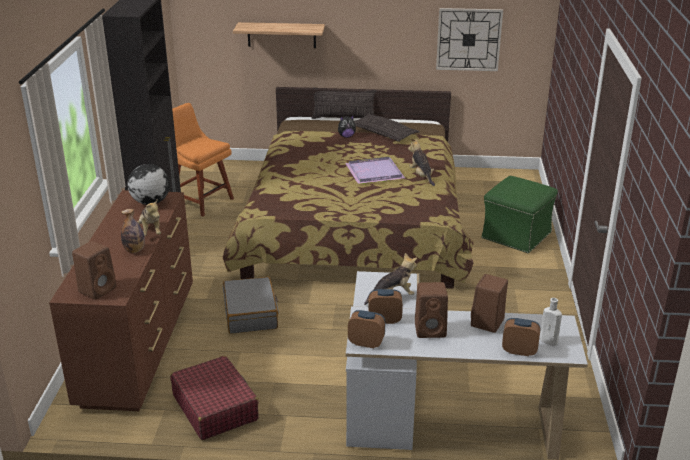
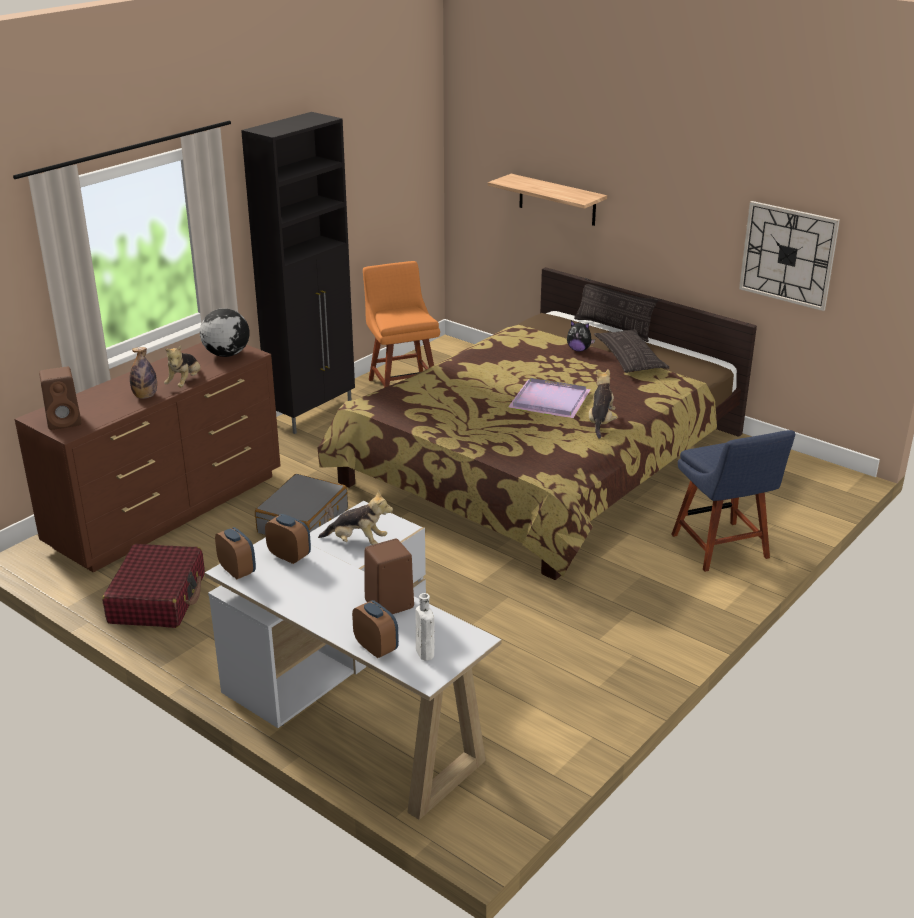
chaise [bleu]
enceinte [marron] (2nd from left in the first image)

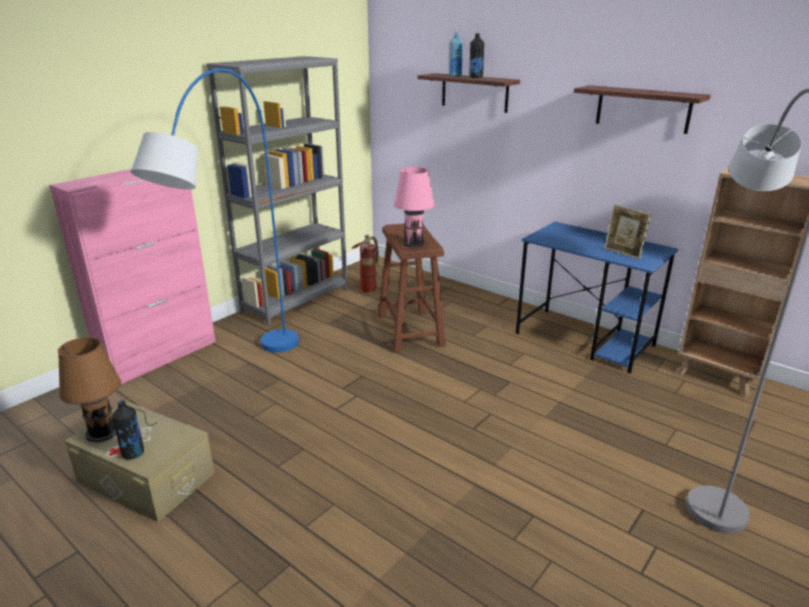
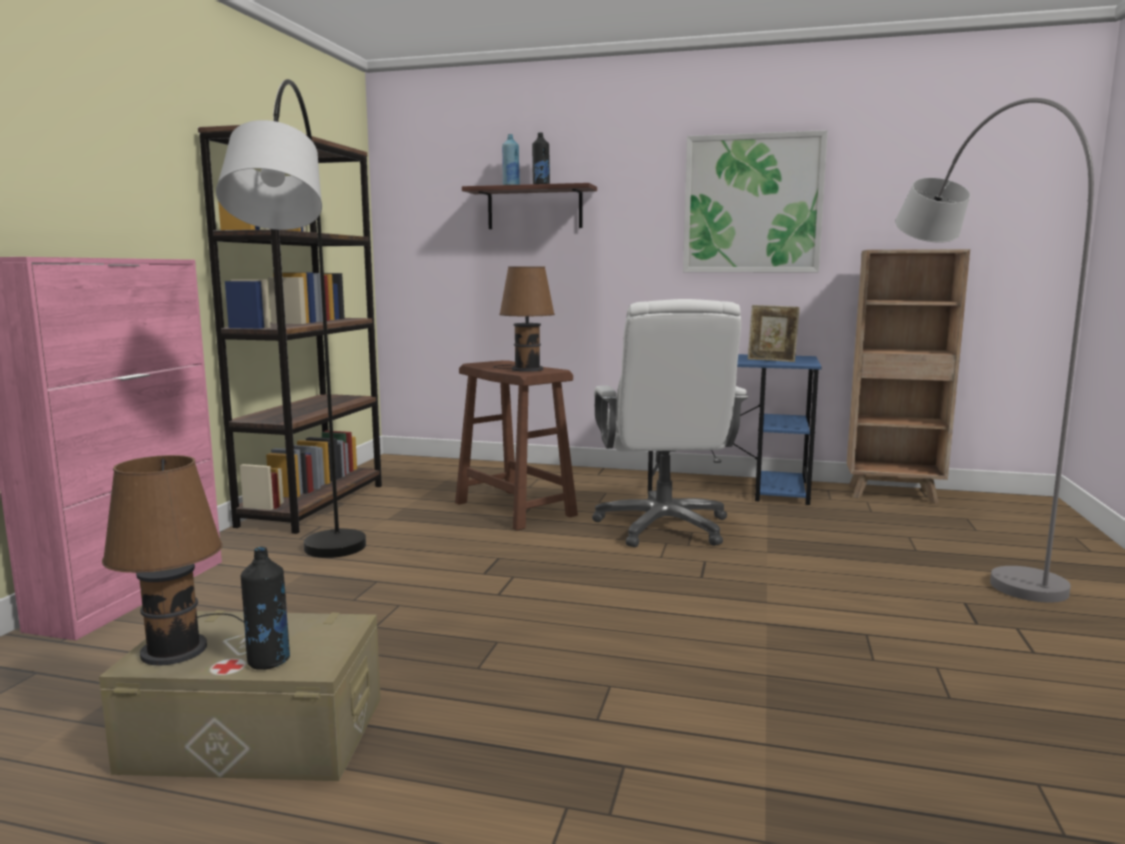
bibliothèque [marron] (1st from left)
lampadaire [gris] (1st from left)
tableau
lampe de table [marron] (2nd from left)
extincteur
chaise de bureau [blanc]

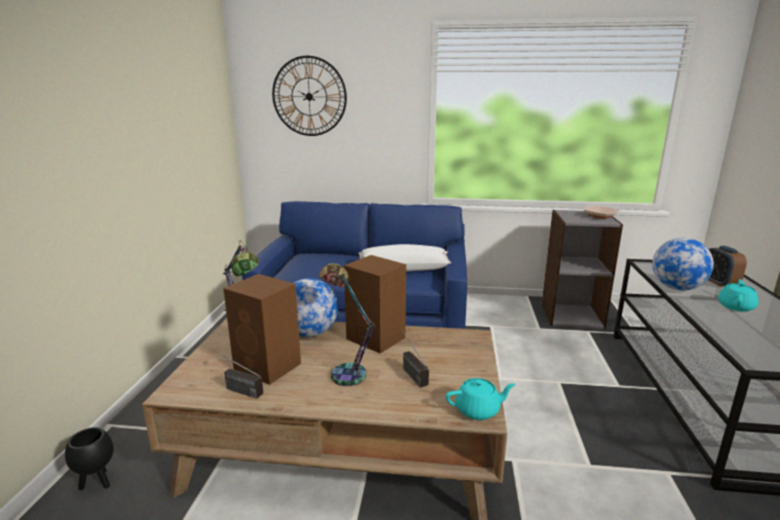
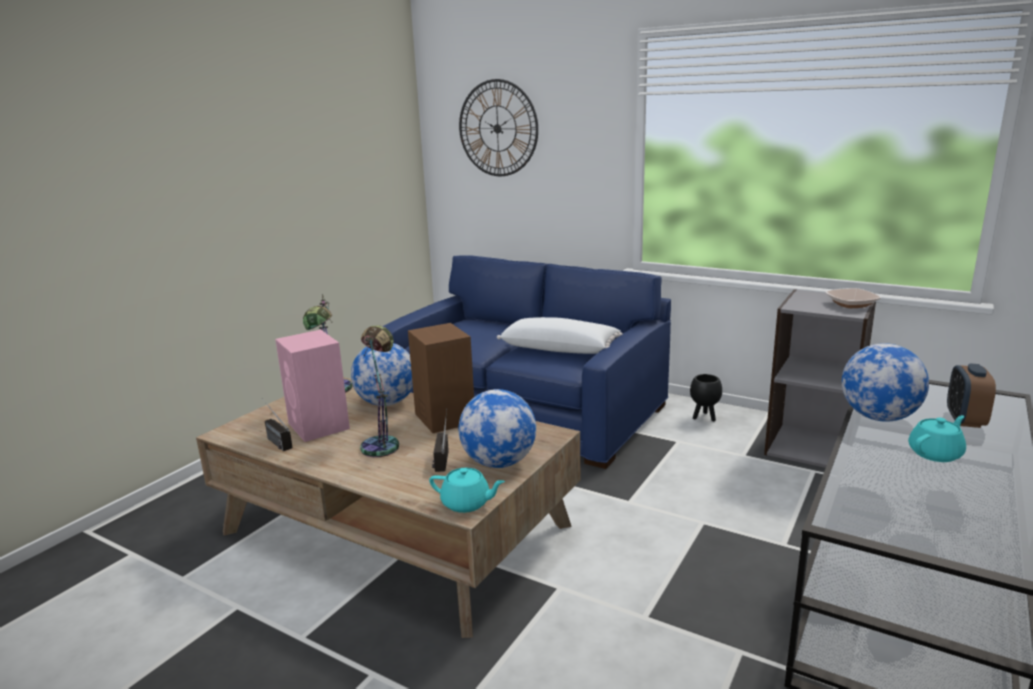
enceinte [rose]
cache-pot [noir]
globe (2nd from left)

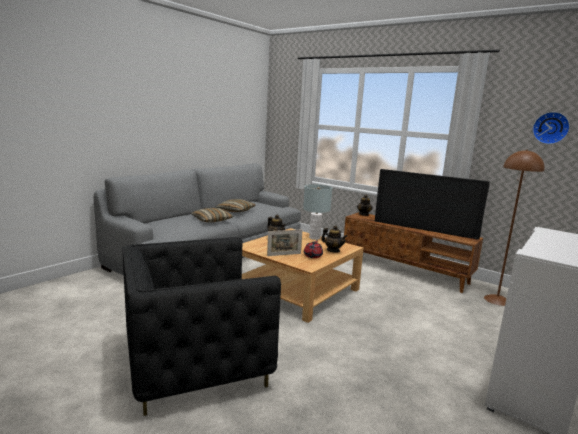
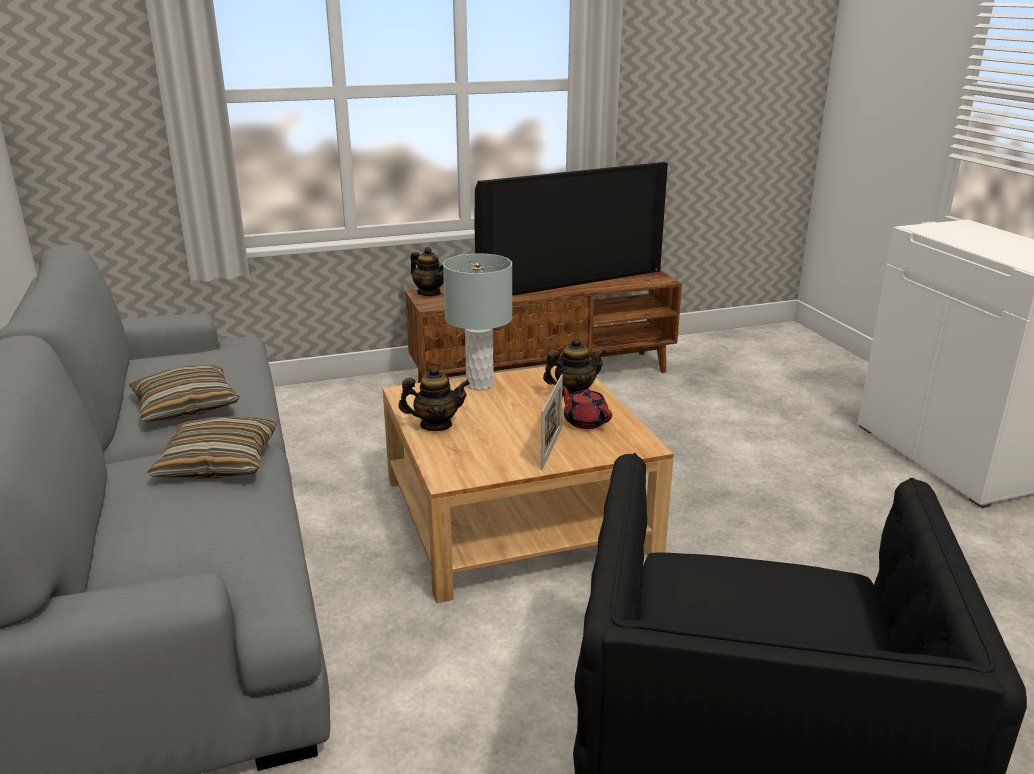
horloge murale
lampadaire [marron]

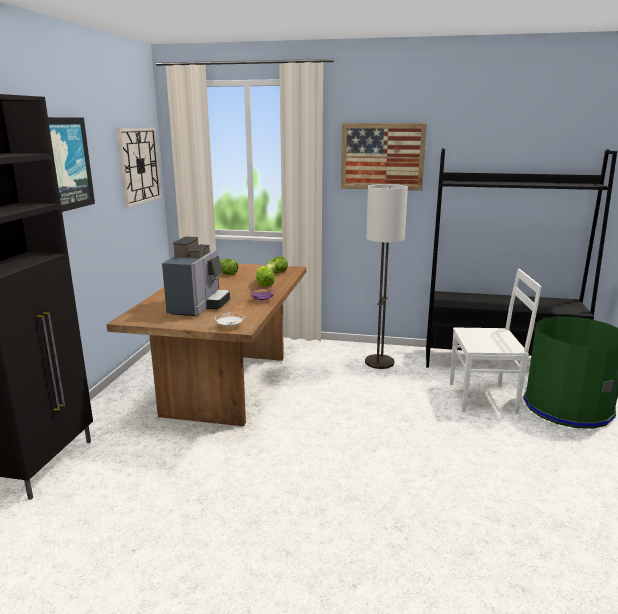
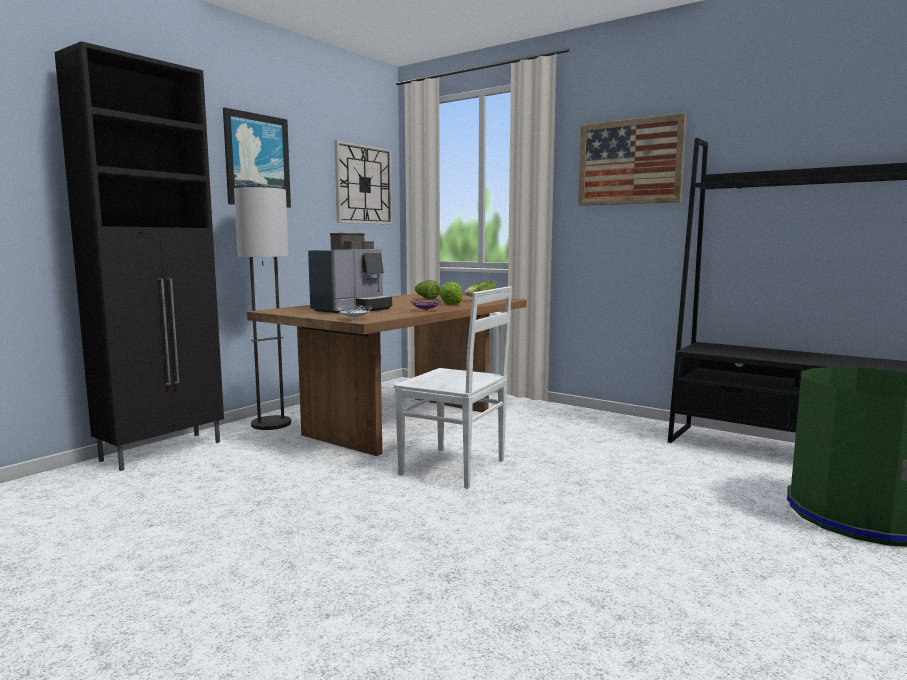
lampadaire
chaise [blanc]

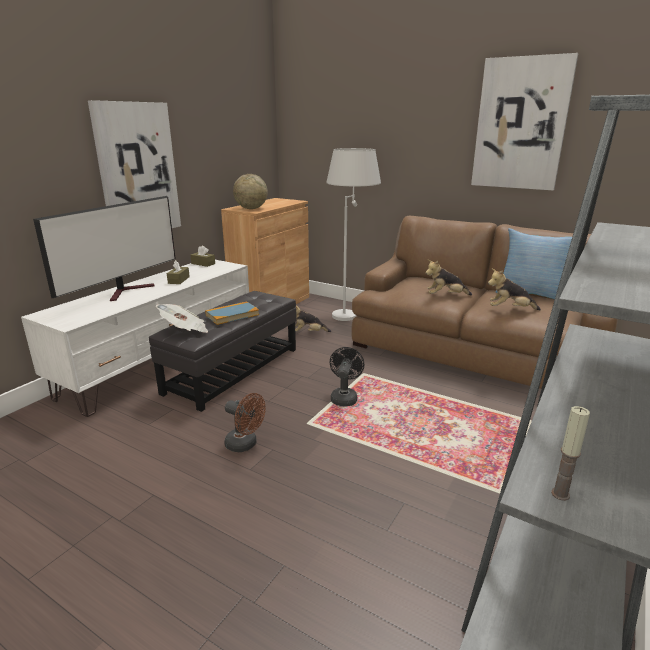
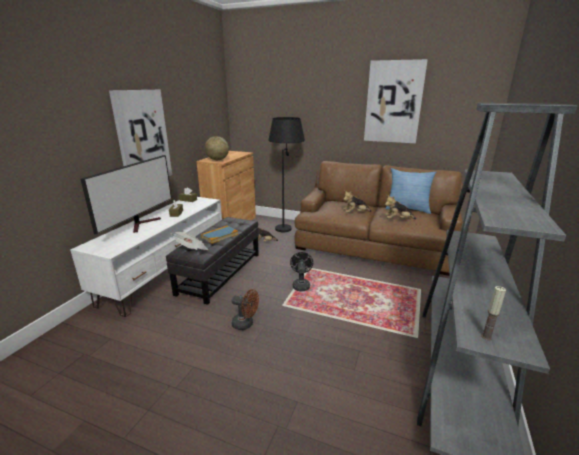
lampadaire [noir]

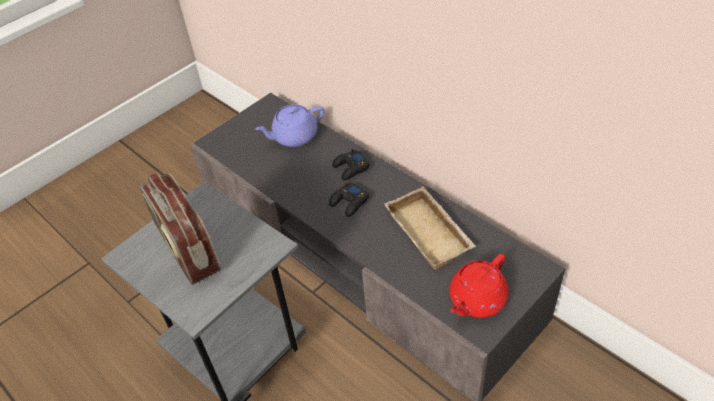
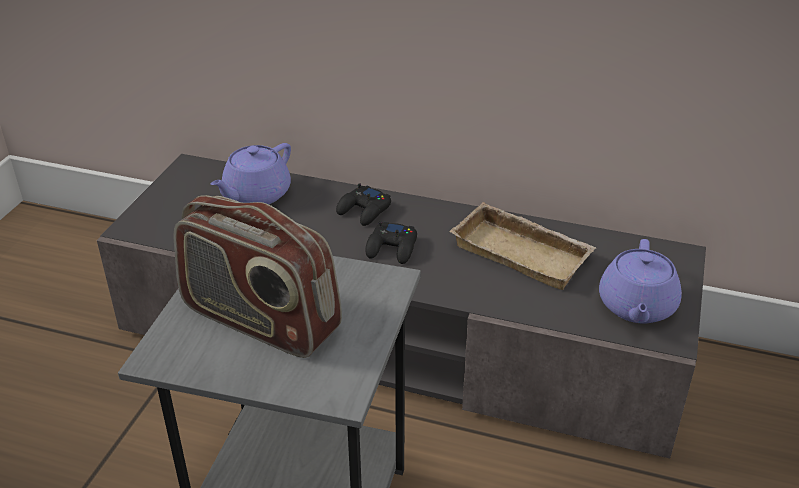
théière [violet] (2nd from left)

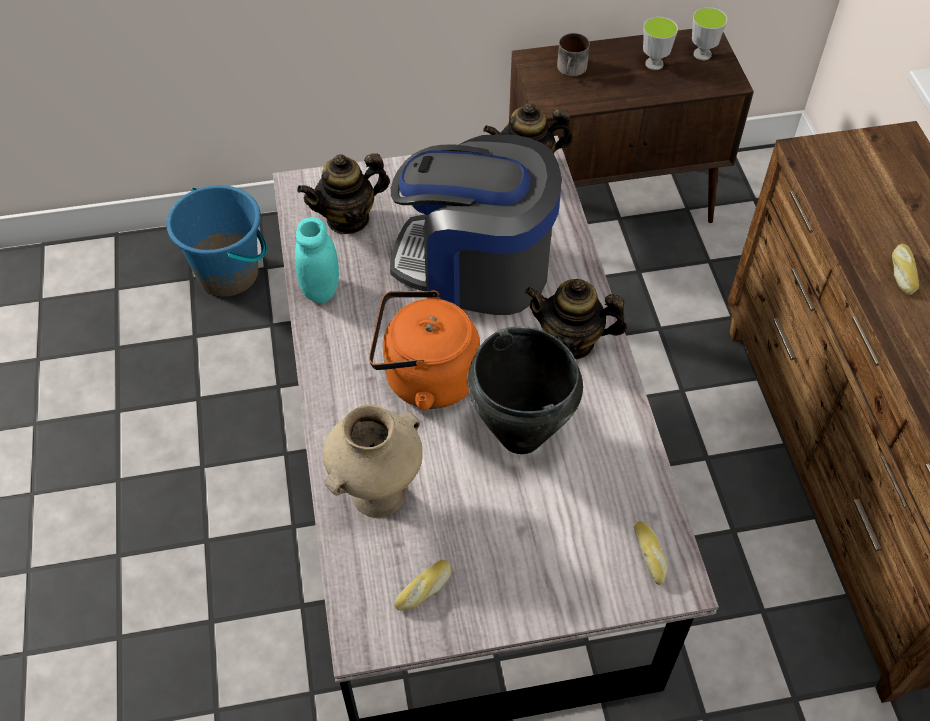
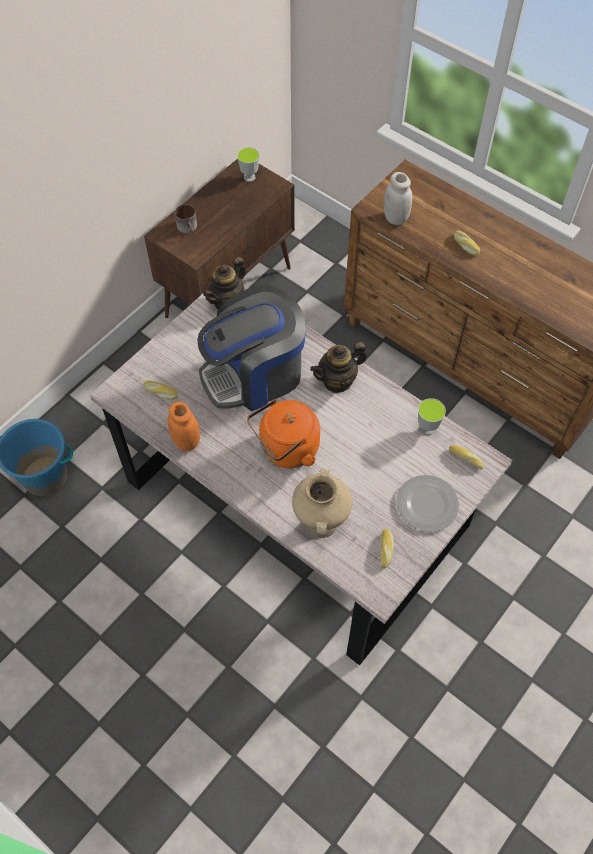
tasse (2nd from left)
pain (1st from left)
bocal [orange]
marmite [noir]
bocal [blanc]
assiette

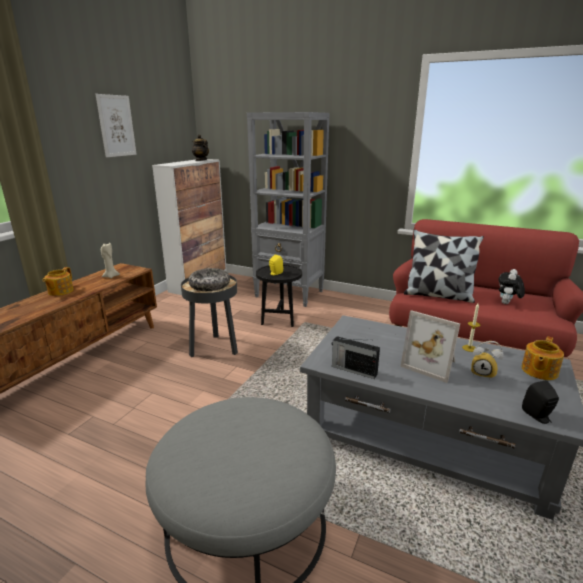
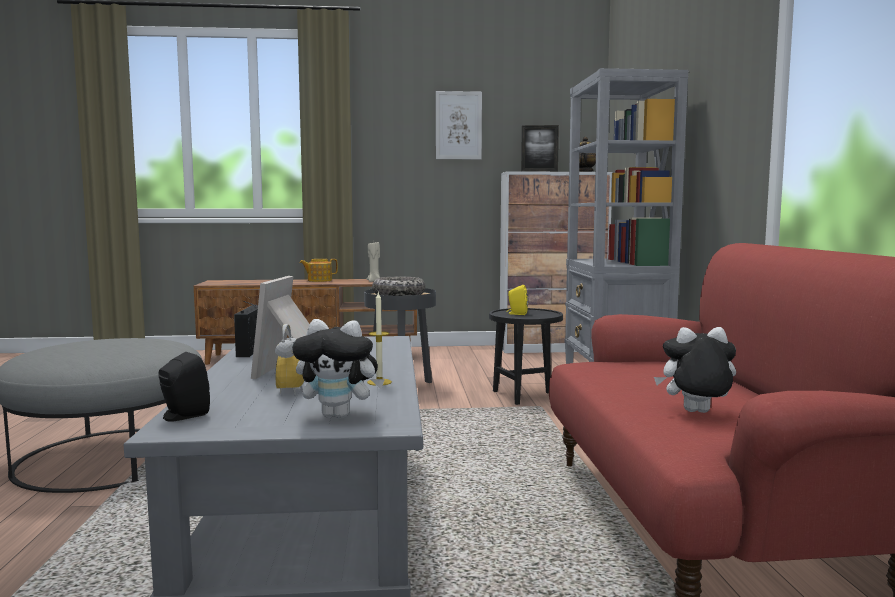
coussin
peluche (1st from left)
cadre photo (2nd from left)

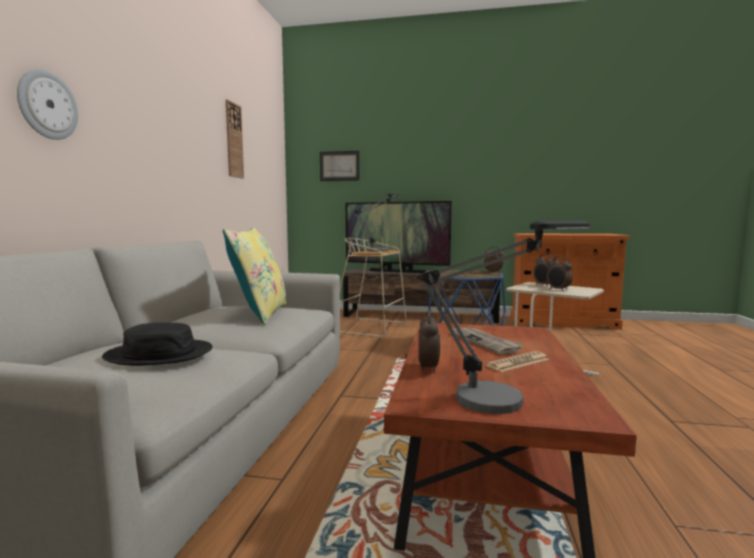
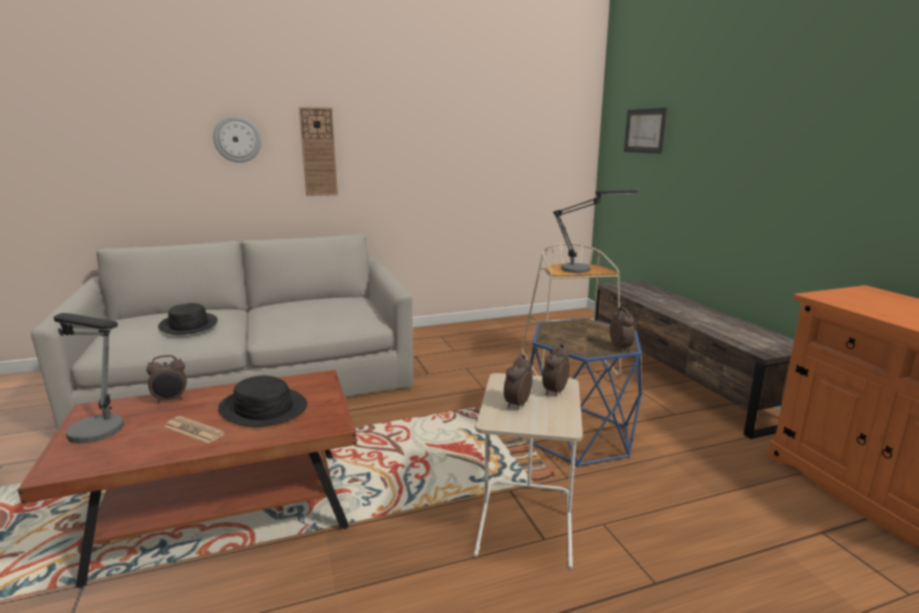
horloge murale (2nd from left)
téléviseur
coussin [jaune]
chapeau [noir] (2nd from left)

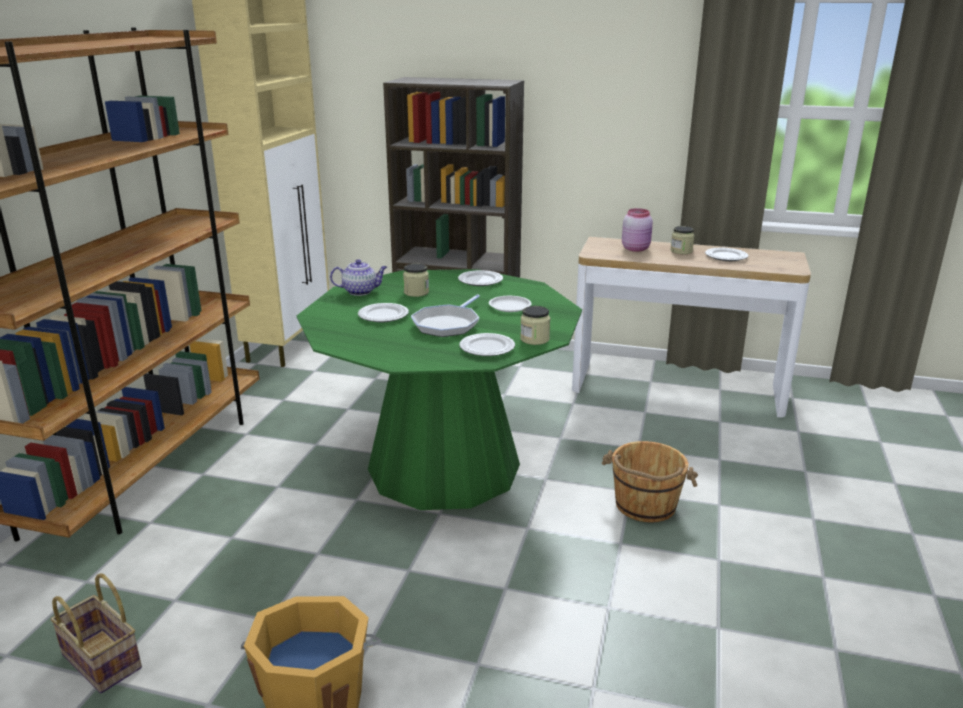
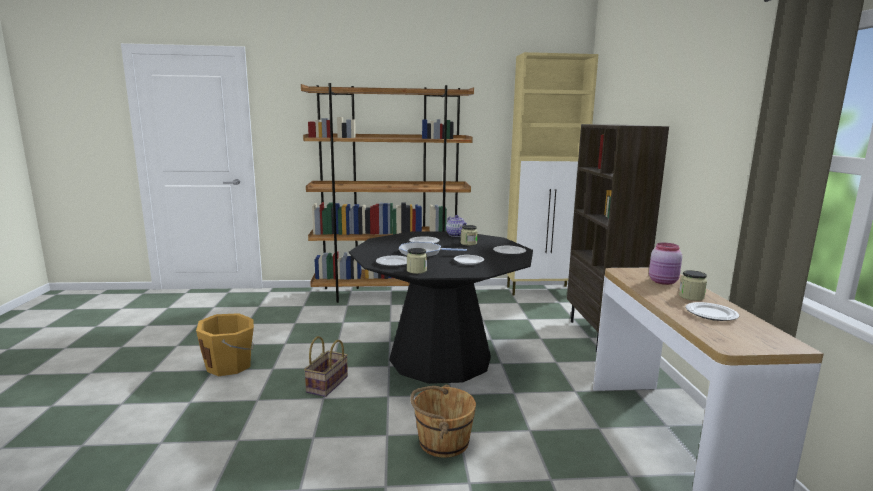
table à manger [noir]
panier

